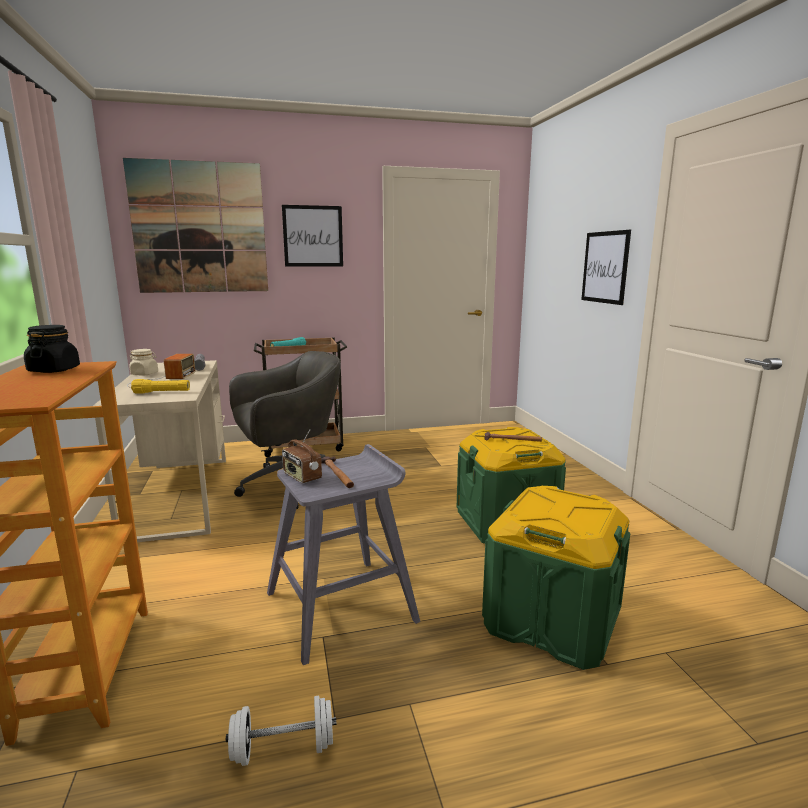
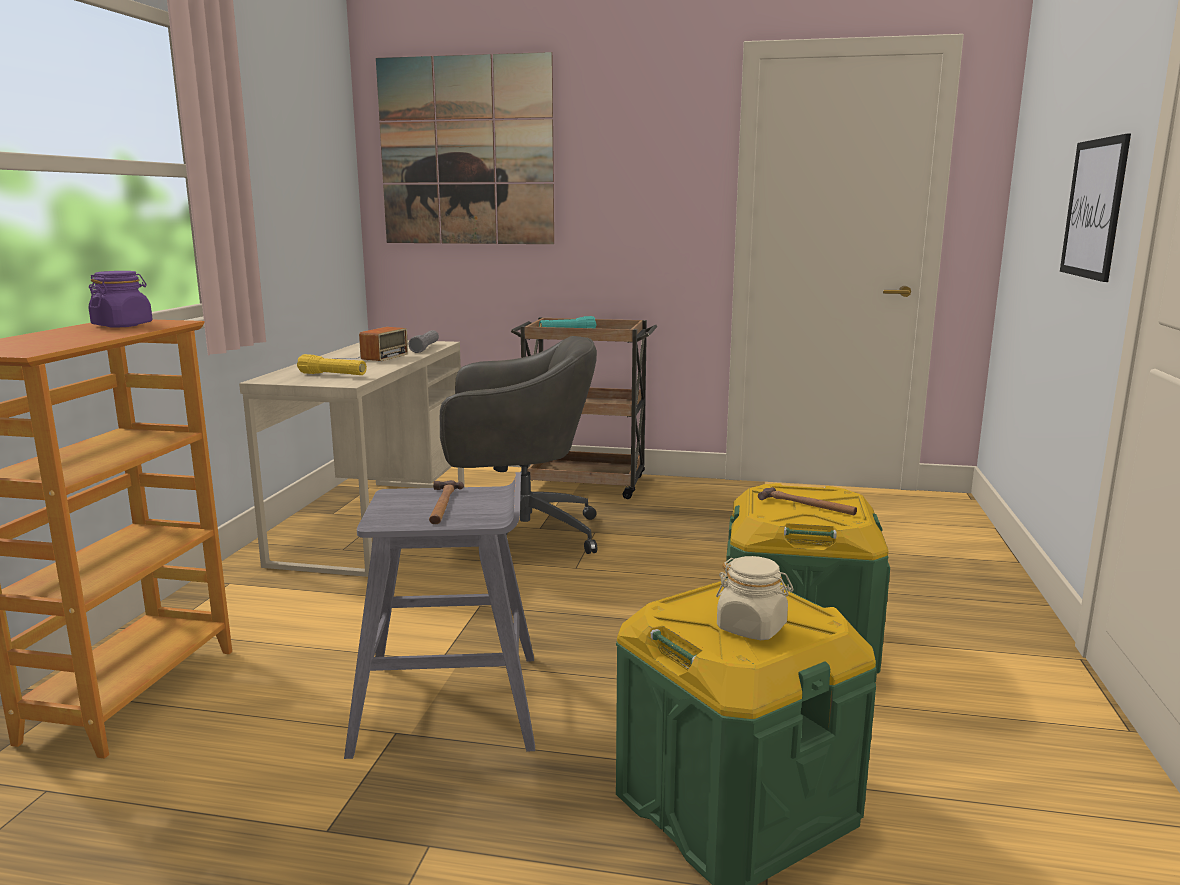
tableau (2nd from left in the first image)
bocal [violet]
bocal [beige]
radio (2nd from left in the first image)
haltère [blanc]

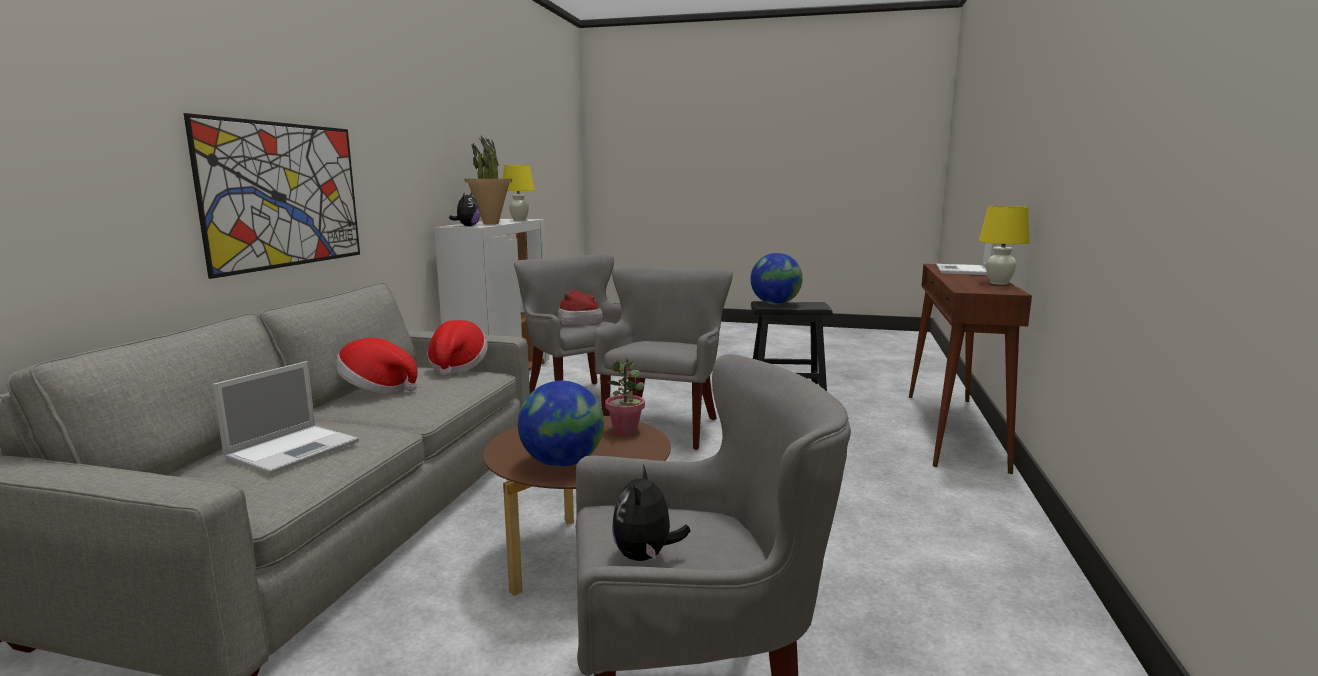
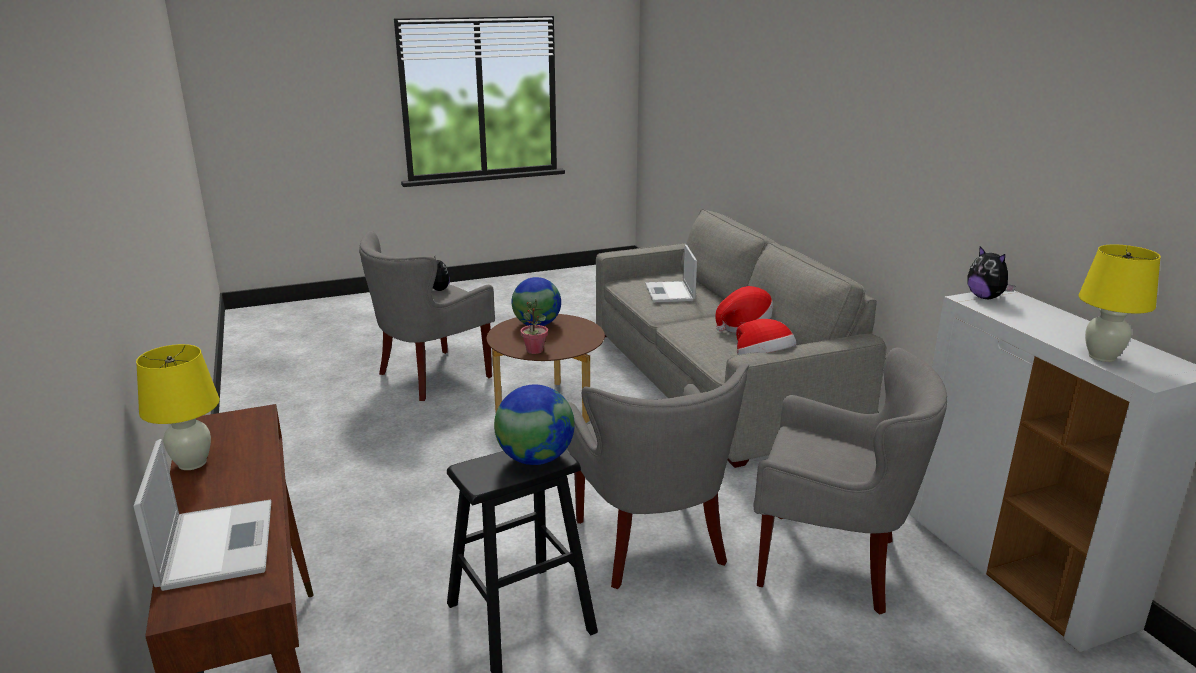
tableau
plante en pot (1st from left in the first image)
chapeau (3rd from left in the first image)

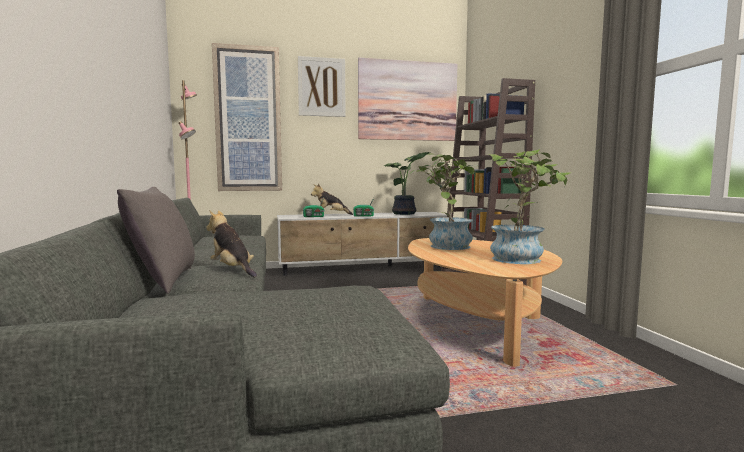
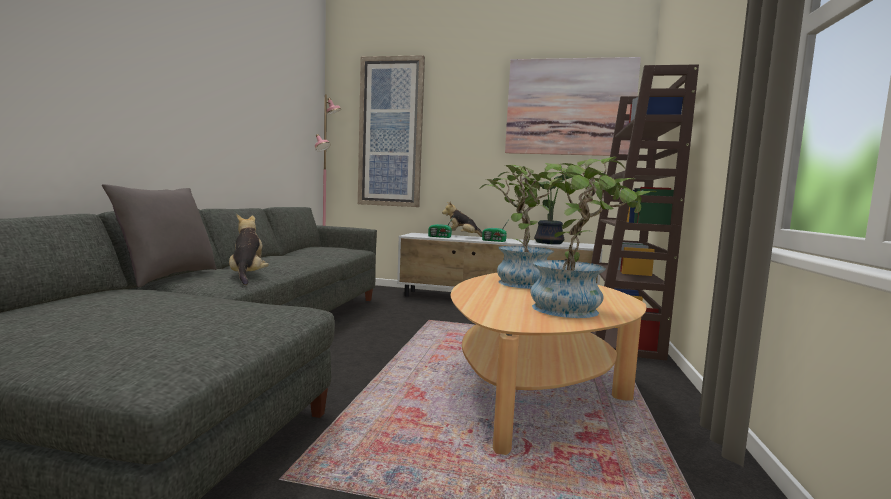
tableau (2nd from left in the first image)

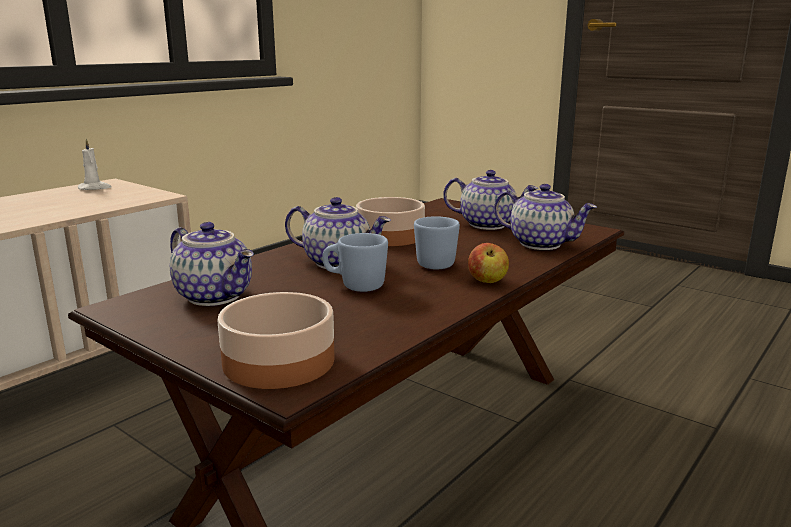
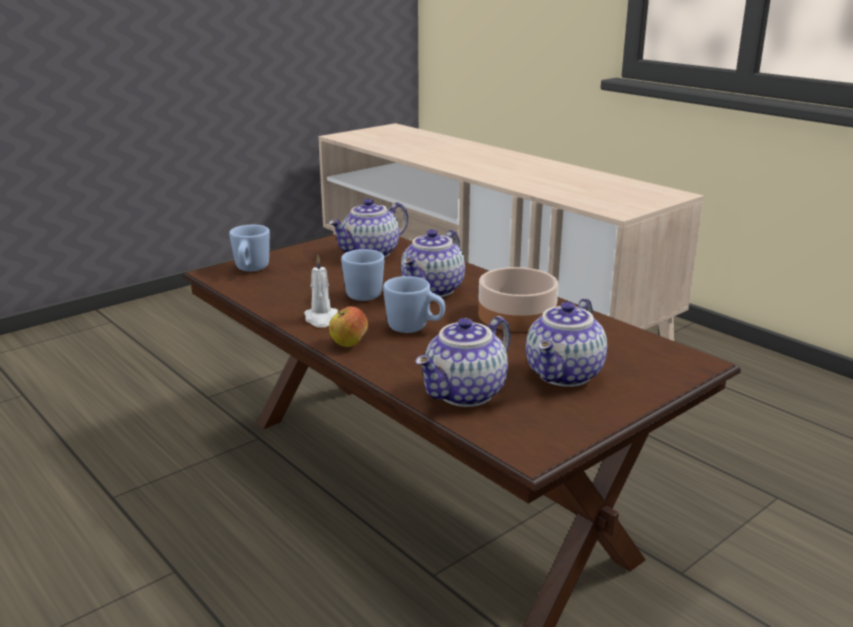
bougie [blanc]
mug [bleu] (1st from left)

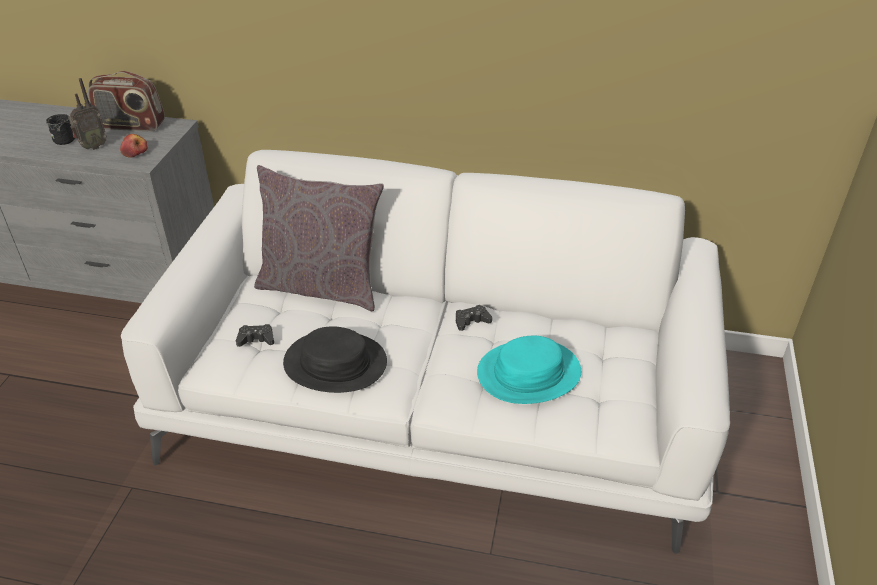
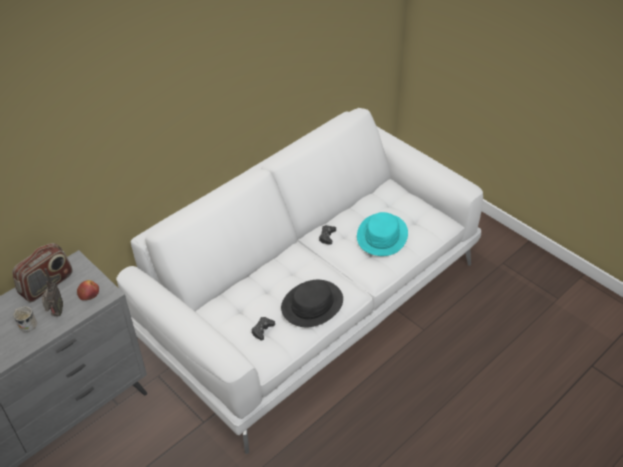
mug [blanc]
coussin [gris]

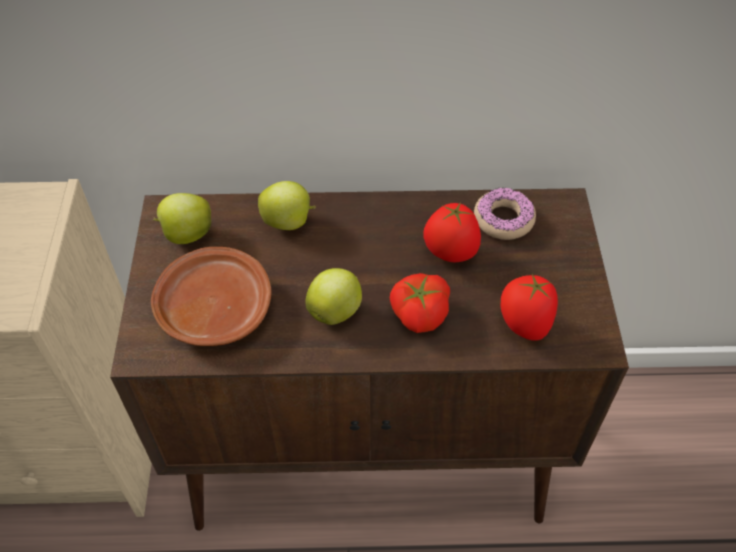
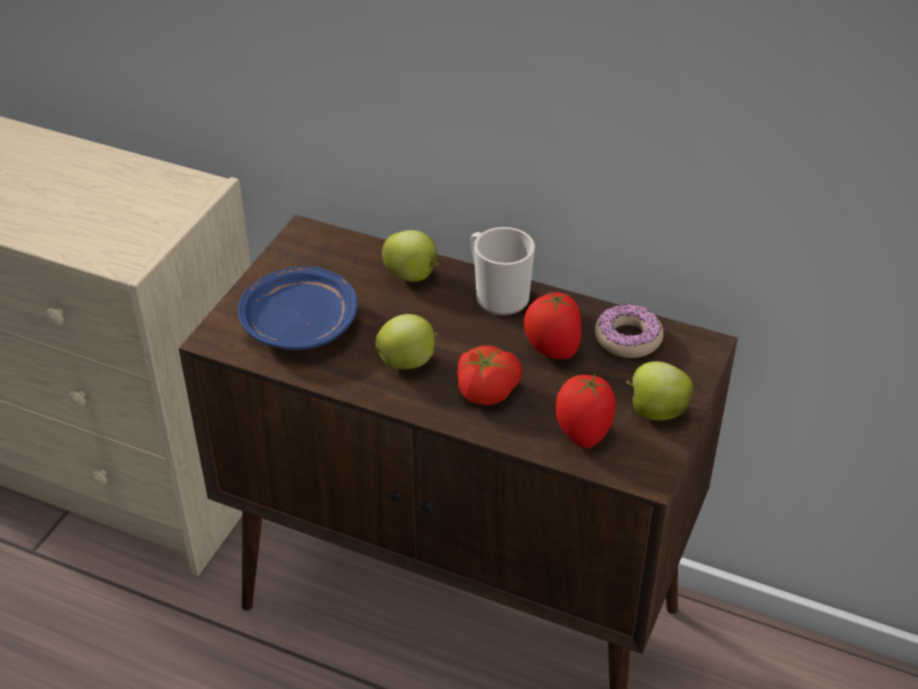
pomme (3rd from left)
assiette [bleu]
mug

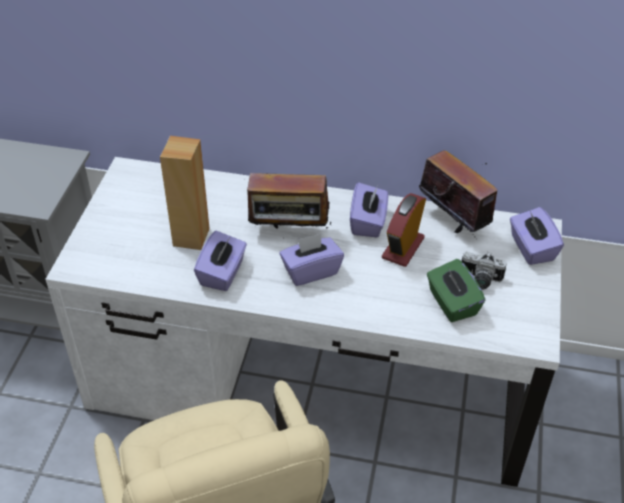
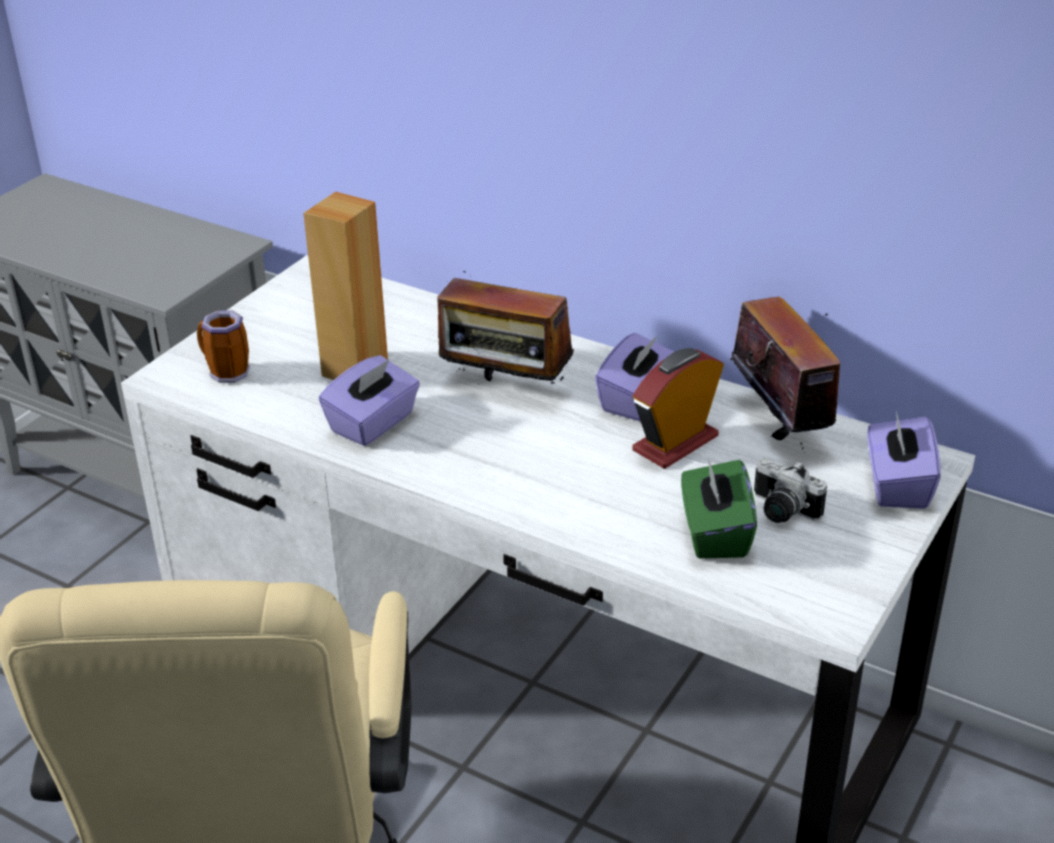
boîte à mouchoirs [violet] (2nd from left in the first image)
mug

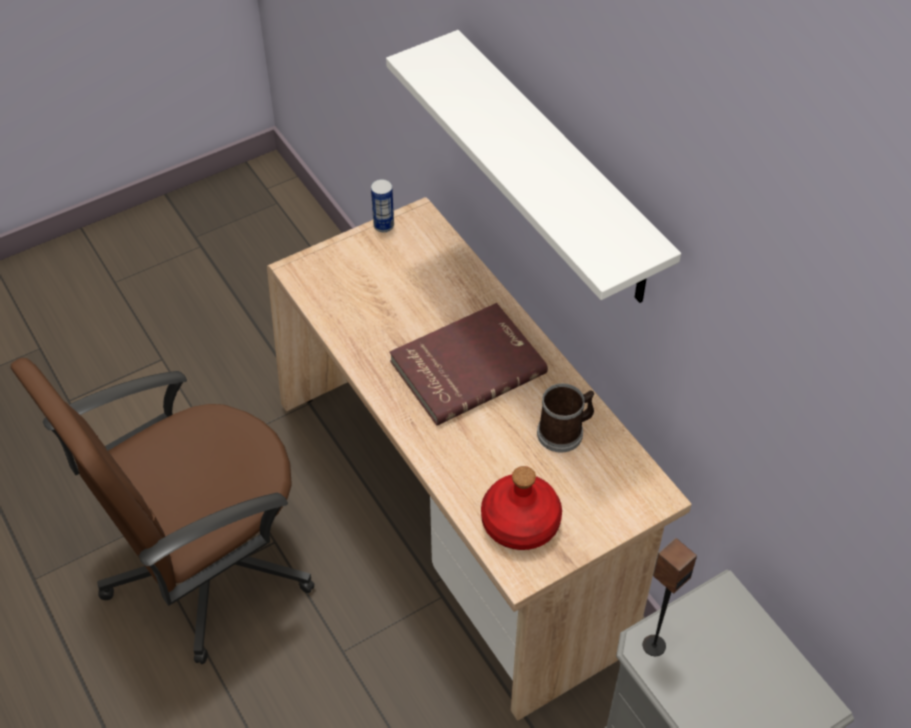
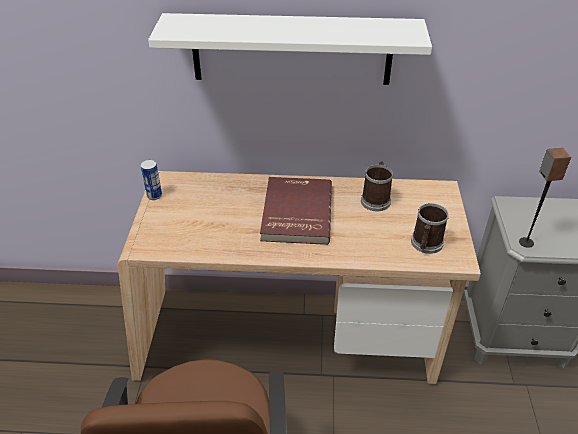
mug (2nd from left)

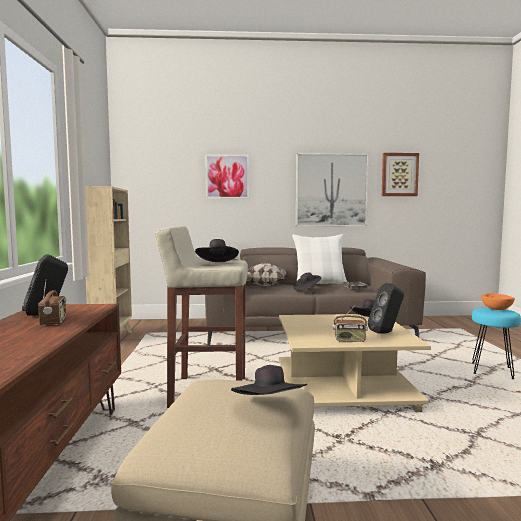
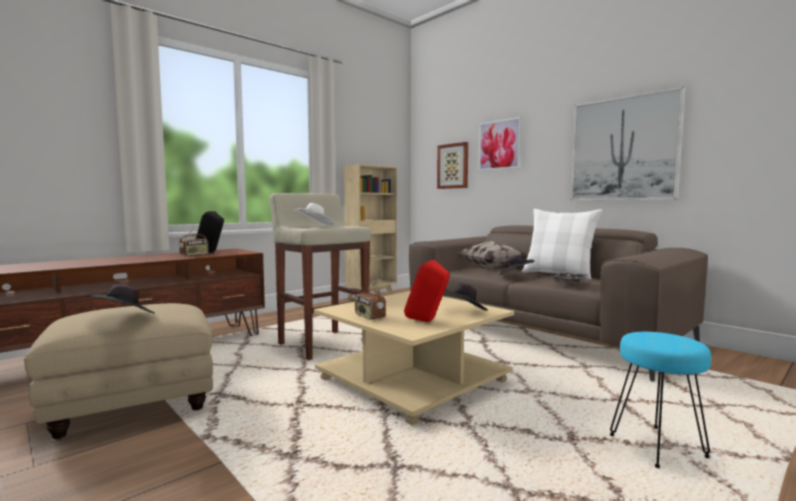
tableau (1st from left)
chapeau [blanc]
enceinte [rouge]
bol [orange]

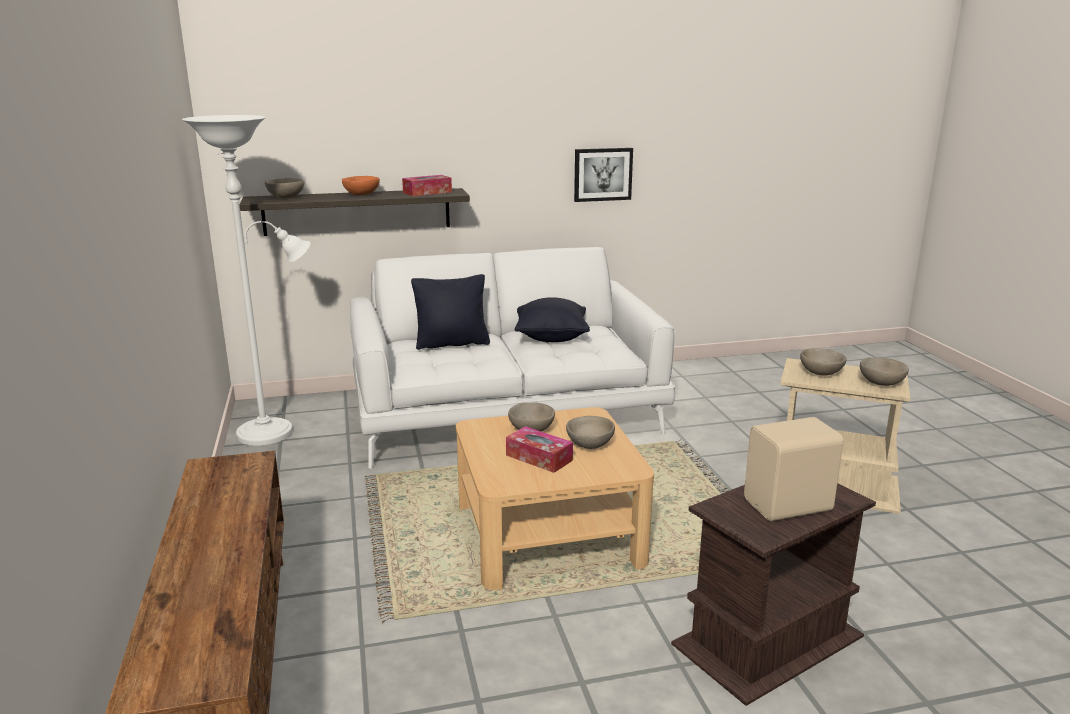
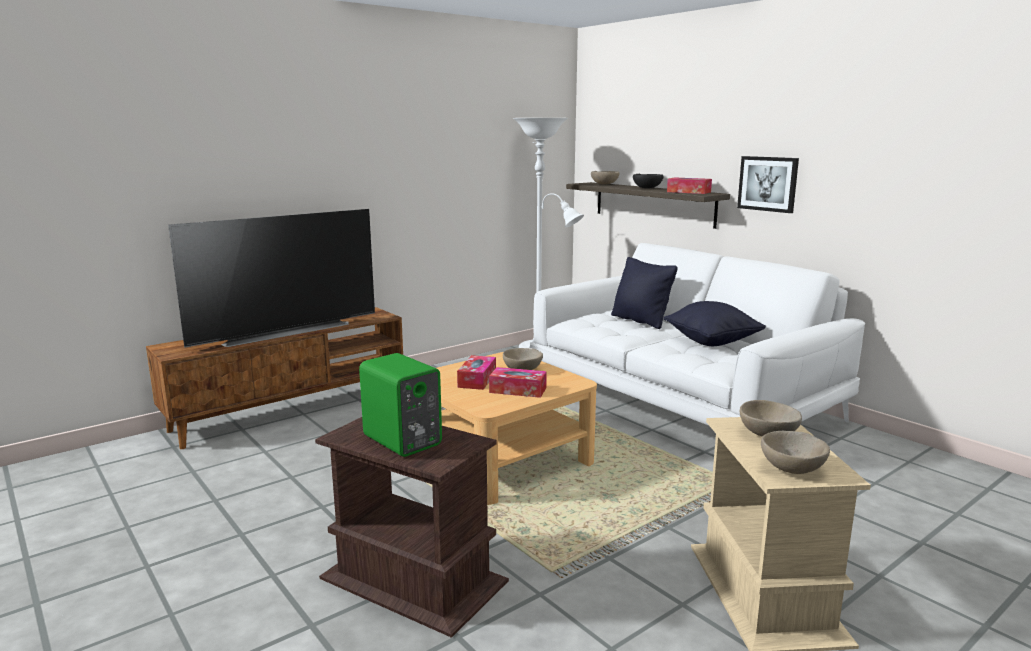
tableau
bol [noir]
boîte à mouchoirs (2nd from left)
enceinte [vert]
téléviseur

